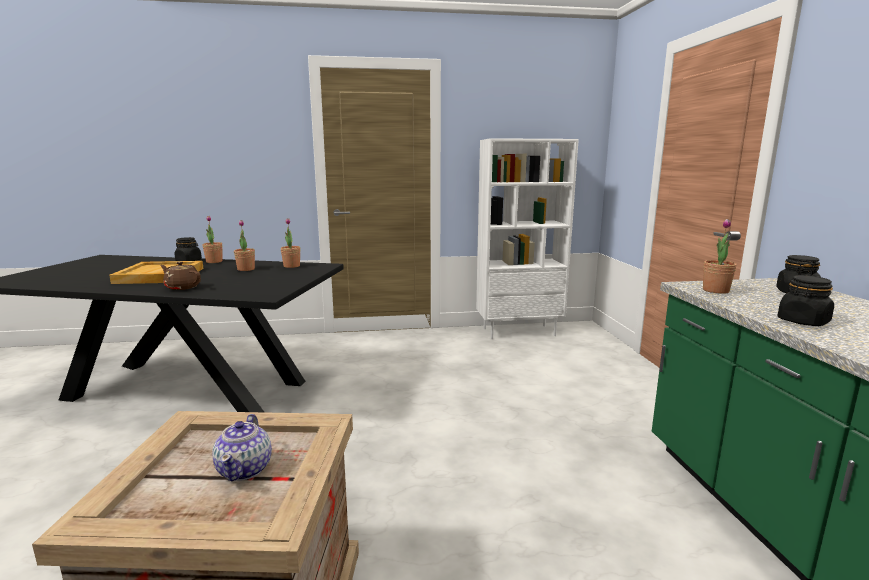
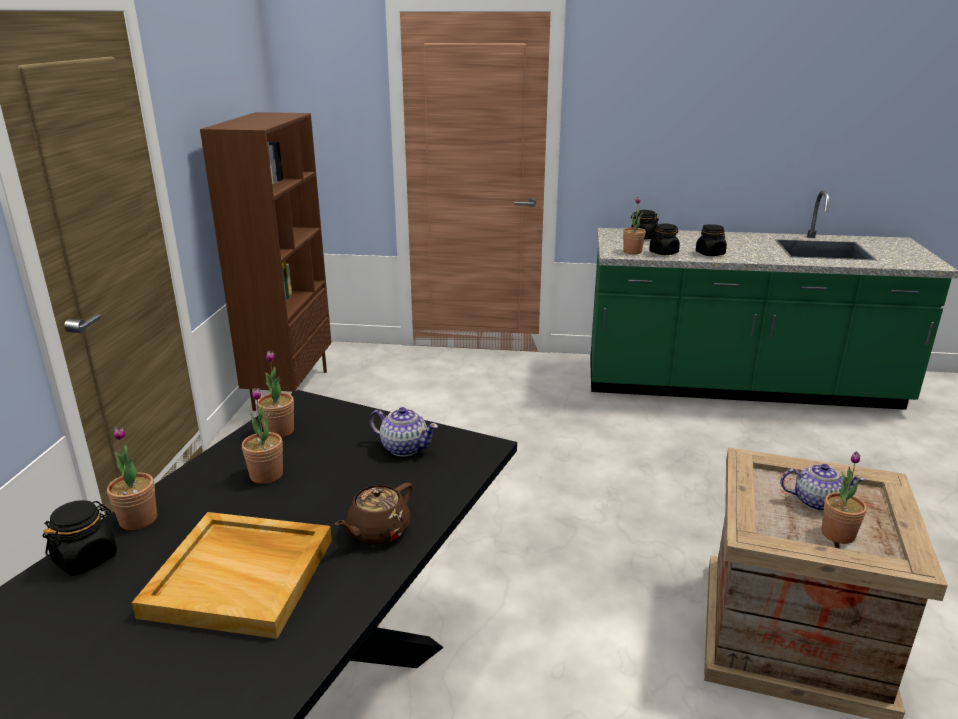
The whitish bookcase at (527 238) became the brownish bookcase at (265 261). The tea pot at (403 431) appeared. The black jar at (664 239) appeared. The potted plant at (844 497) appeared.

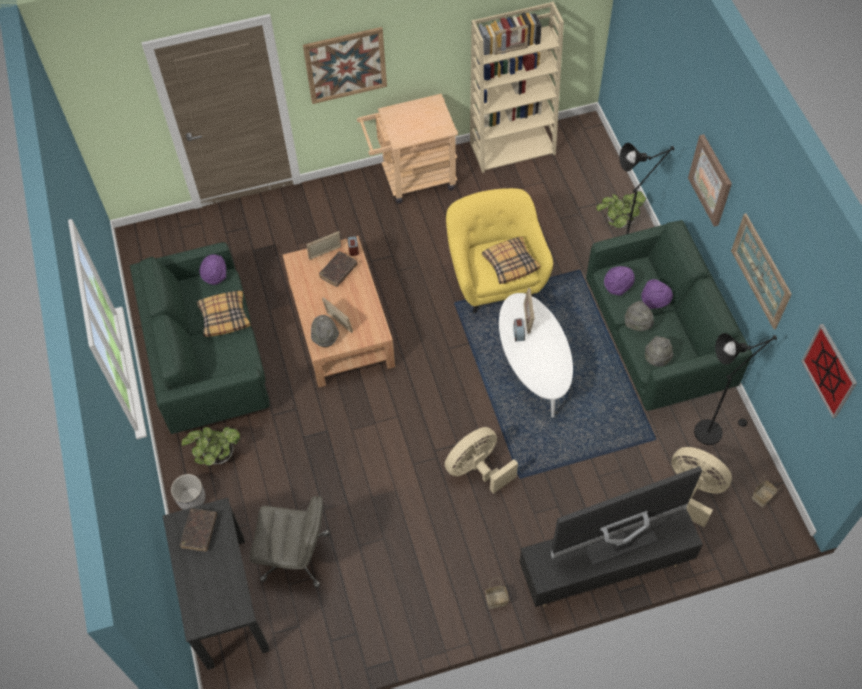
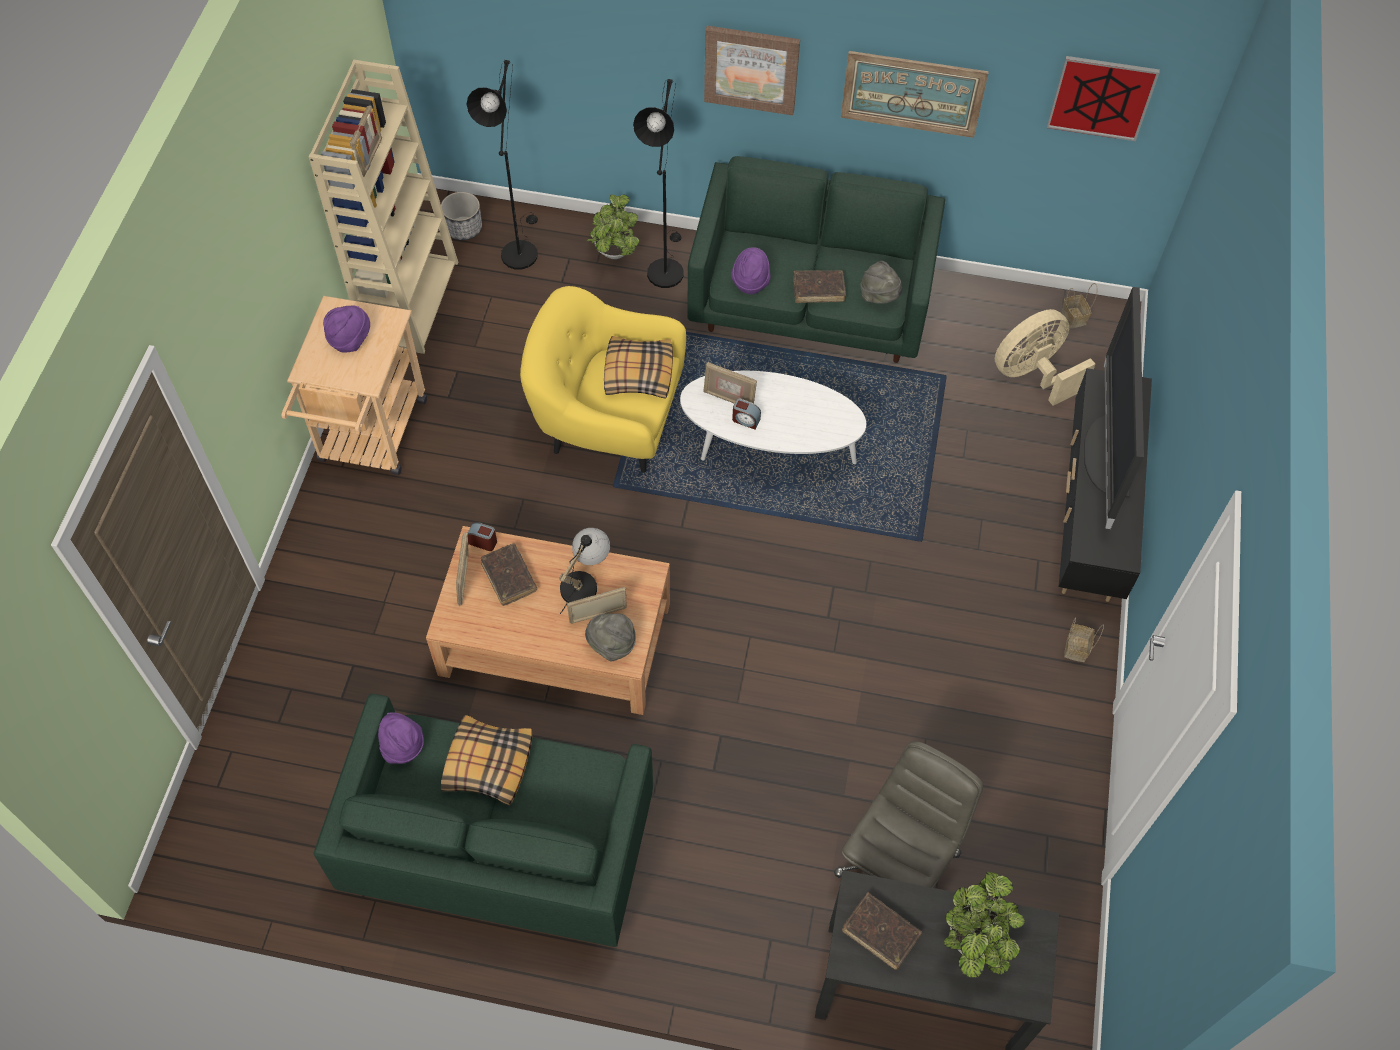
The plant pot moved from (188 492) to (461 216). The potted plant moved from (211 446) to (984 925). The wall picture at (345 65) disappeared. The beige-coloured electric fan at (481 460) disappeared. The greyish wearable hat at (639 316) was replaced by the brownish bound book at (819 286). The purple-coloured wearable hat moved from (657 294) to (346 329). The black floor lamp moved from (735 389) to (502 164). The tabletop lamp at (584 571) appeared.

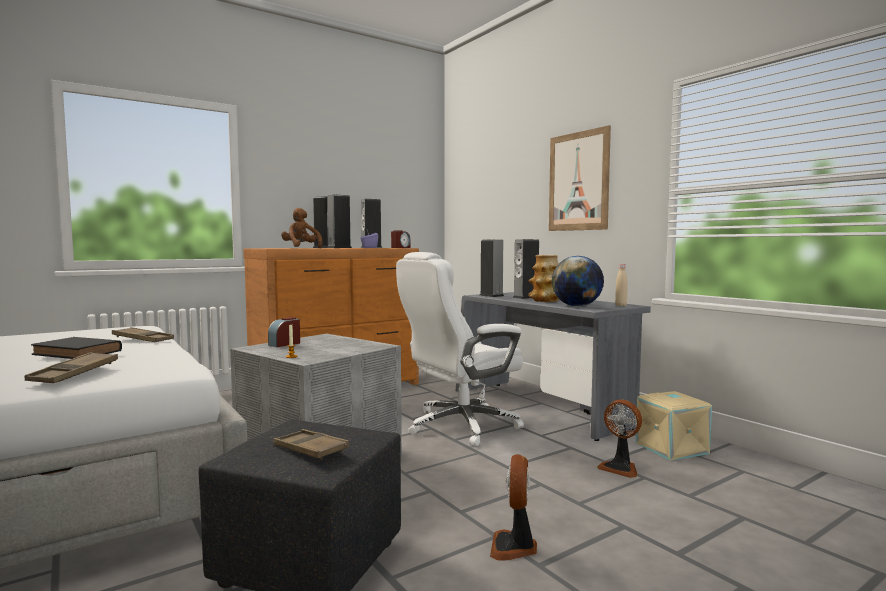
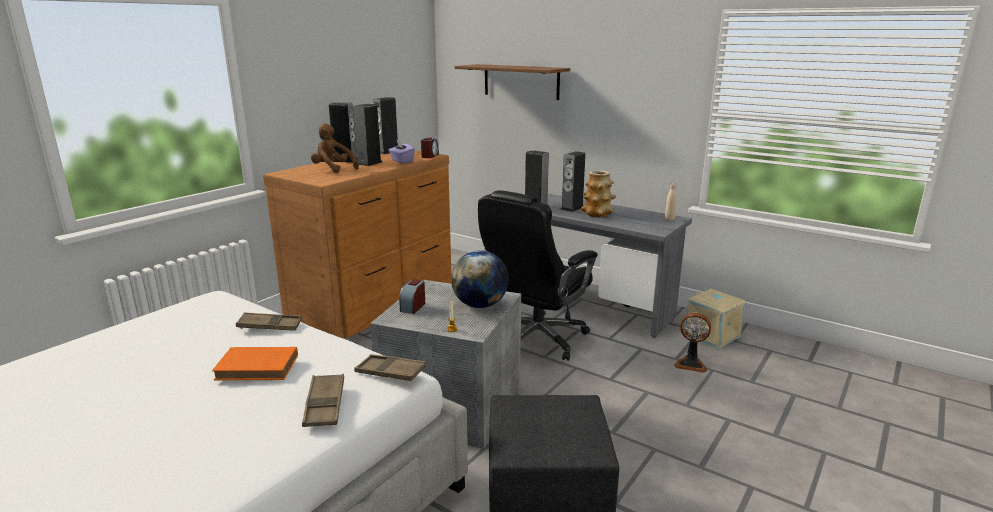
The black bound book at (76 348) became the orangey bound book at (255 363). The brownish carrying tray moved from (311 444) to (390 367). The whitish office chair at (460 349) became the black office chair at (538 275). The electric fan at (513 507) disappeared. The wall picture at (580 178) disappeared. The globe moved from (578 281) to (480 279). The brownish wall shelf at (513 82) appeared.

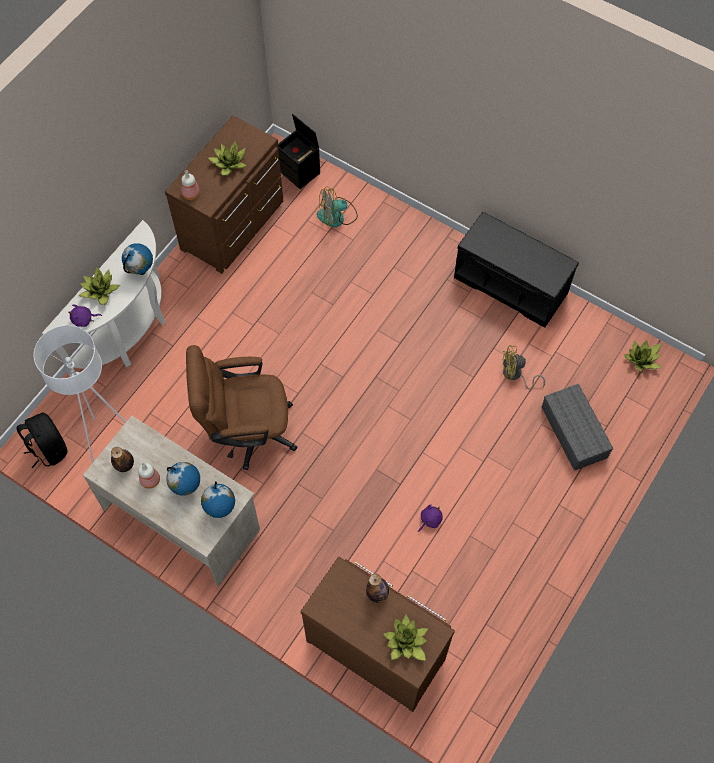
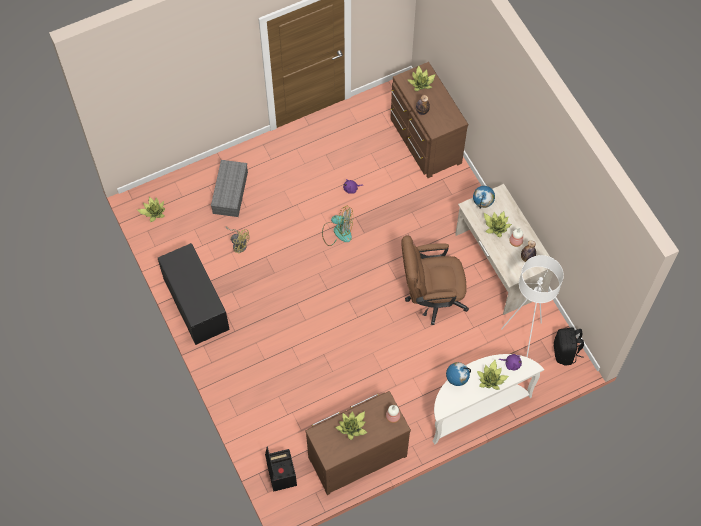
The globe at (183 479) was replaced by the potted plant at (498 224). The brownish office chair at (242 407) turned 150 degrees clockwise. The electric fan moved from (337 207) to (337 226).

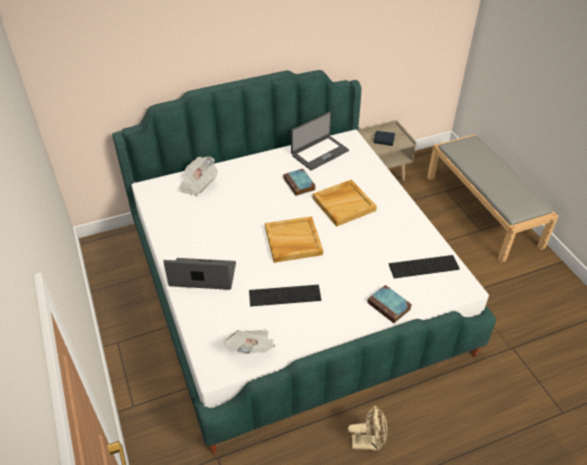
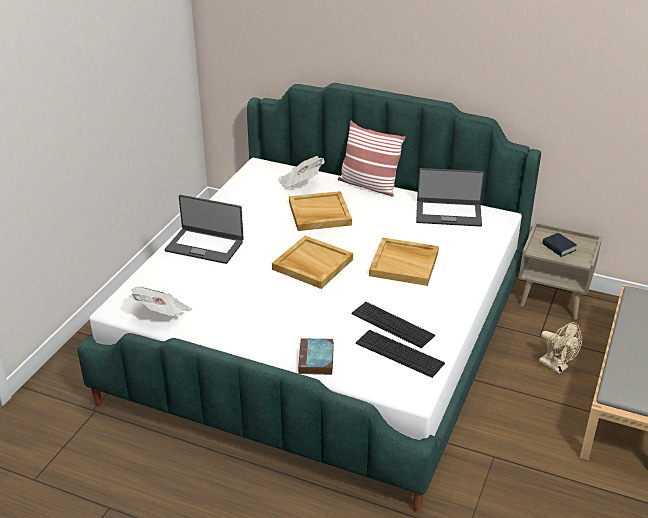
The portable computer at (199 274) turned 150 degrees clockwise. The computer keyboard moved from (285 295) to (393 325). The bound book at (299 182) disappeared. The beige-coloured electric fan moved from (367 428) to (560 348). The beige-coloured carrying tray at (320 211) appeared. The cushion at (372 159) appeared.

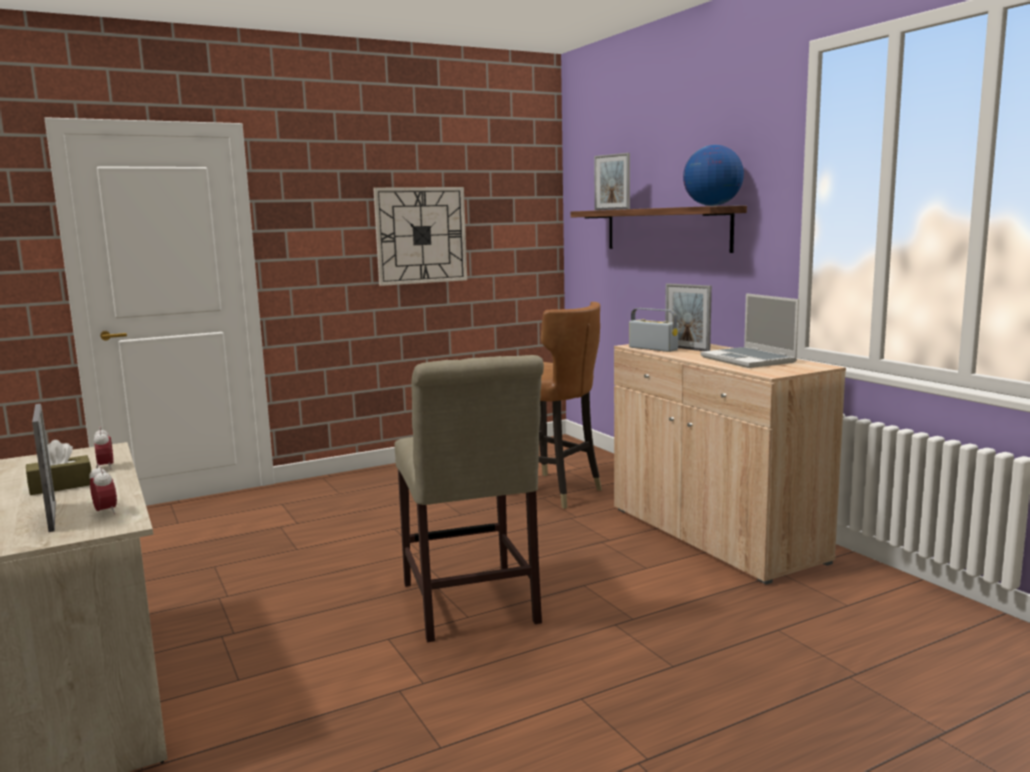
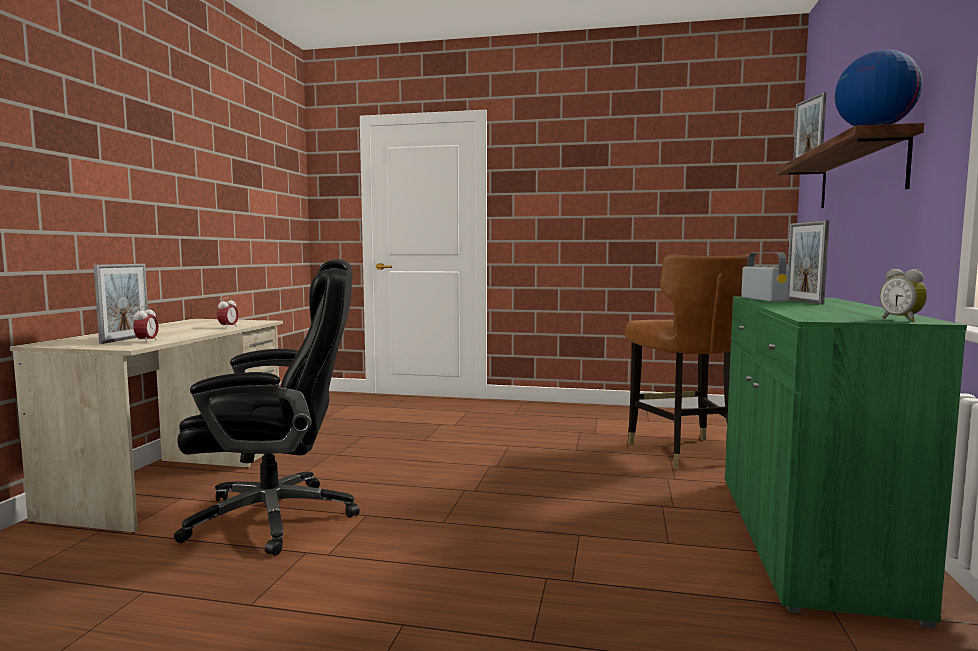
The brownish tissue holder at (59 467) disappeared. The clock on the wall at (420 236) disappeared. The beige-coloured plain chair at (469 498) disappeared. The beige-coloured storage cabinet at (730 464) became the green storage cabinet at (846 462). The portable computer at (749 330) disappeared. The black office chair at (267 407) appeared. The bedside clock at (903 295) appeared.

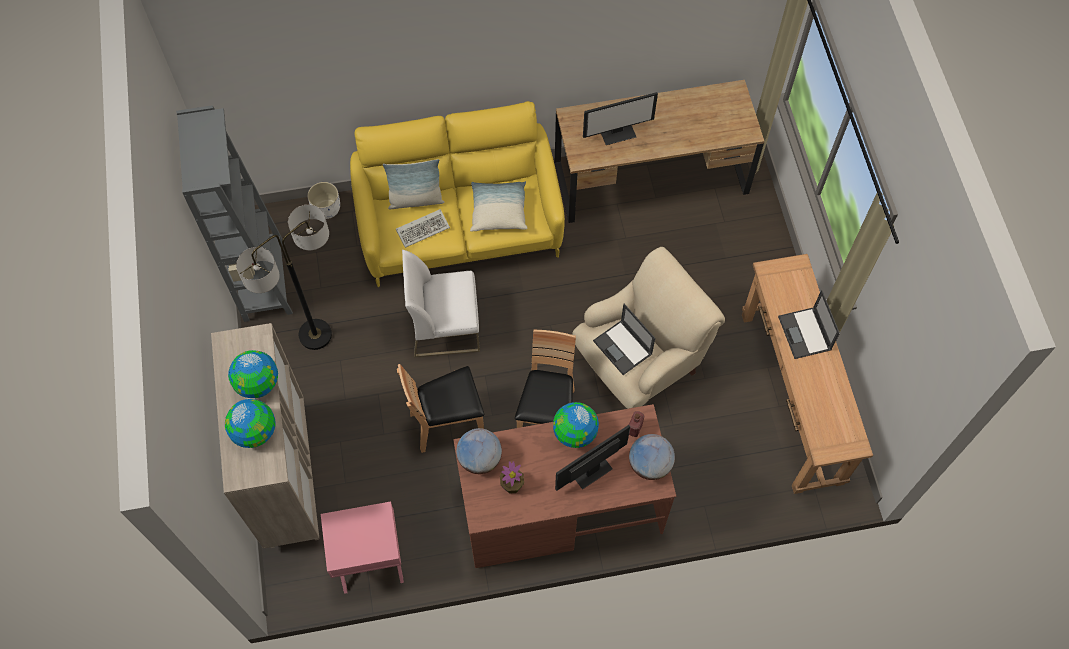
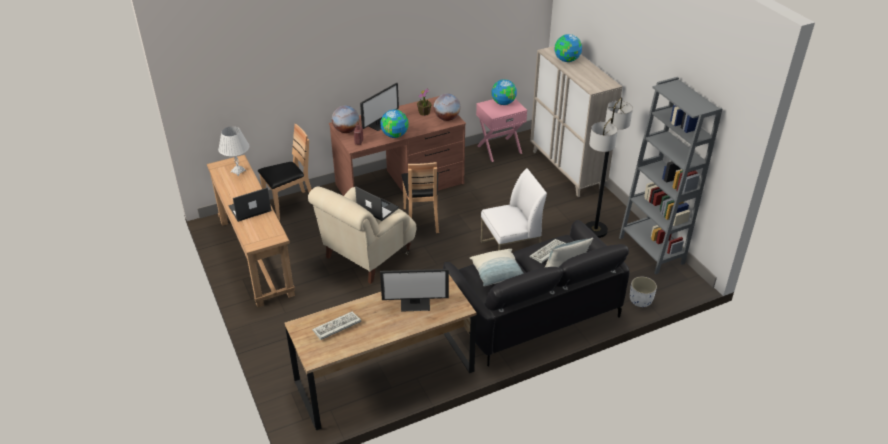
The globe moved from (253 374) to (504 92). The yellow couch at (457 194) became the black couch at (536 293). The brownish plain chair moved from (440 408) to (285 172). The computer screen at (620 118) turned 150 degrees counterclockwise. The portable computer at (809 324) turned 90 degrees counterclockwise. The whitish tabletop lamp at (233 151) appeared. The computer keyboard at (336 326) appeared.

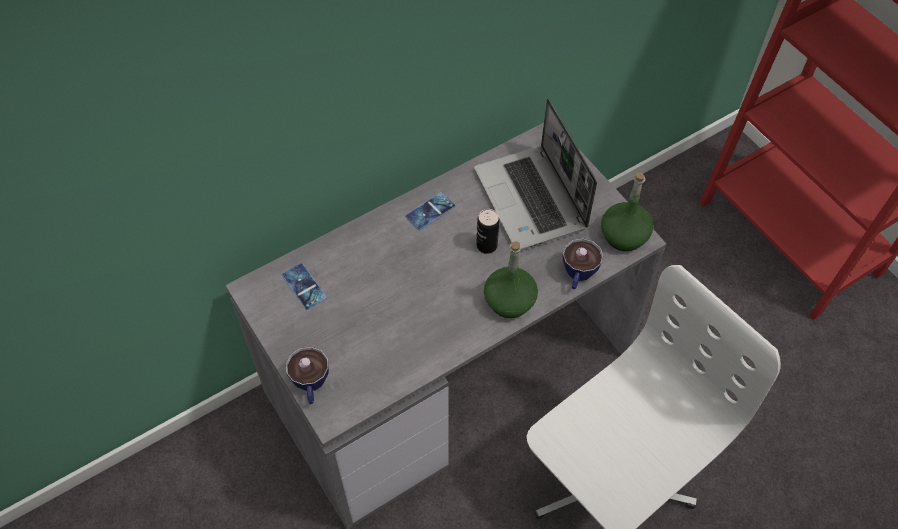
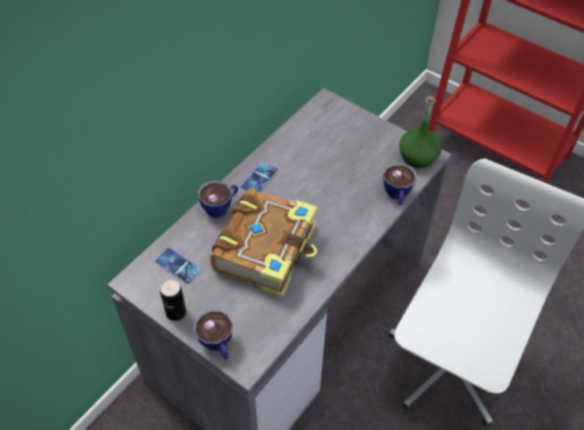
The portable computer at (535 174) disappeared. The metal can moved from (487 231) to (173 300). The green drink bottle at (511 279) disappeared. The cup at (218 199) appeared. The bound book at (263 243) appeared.

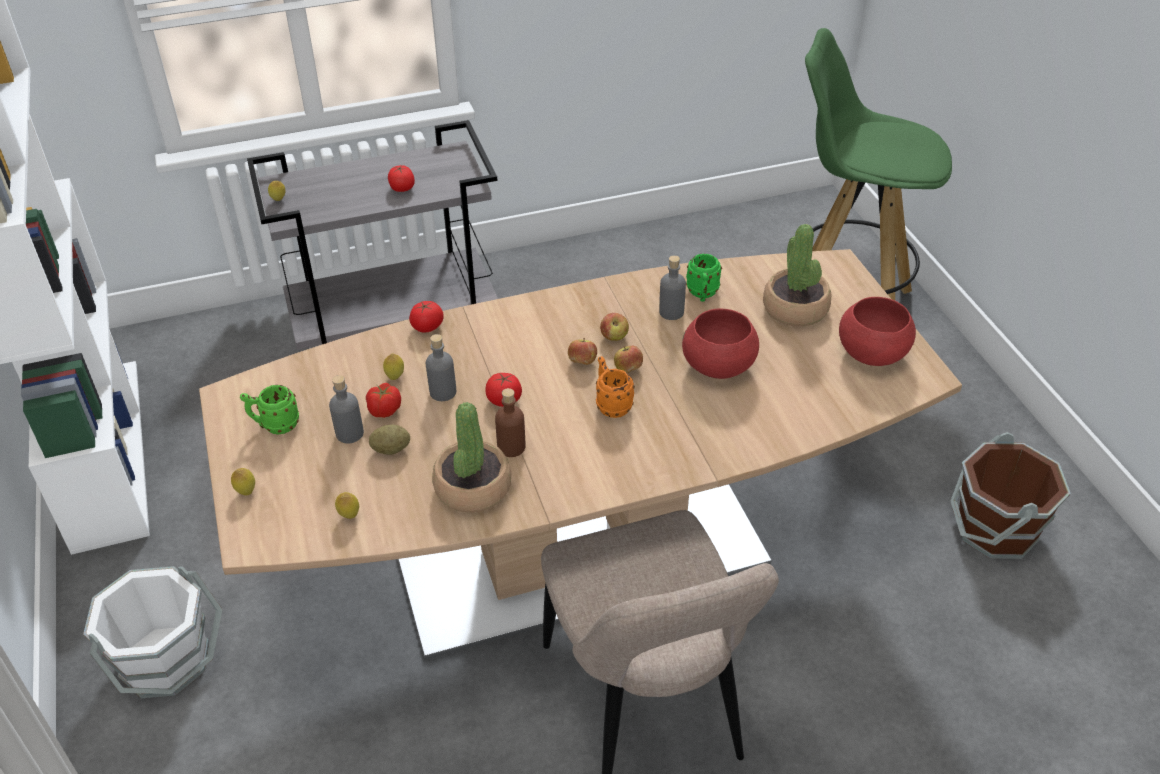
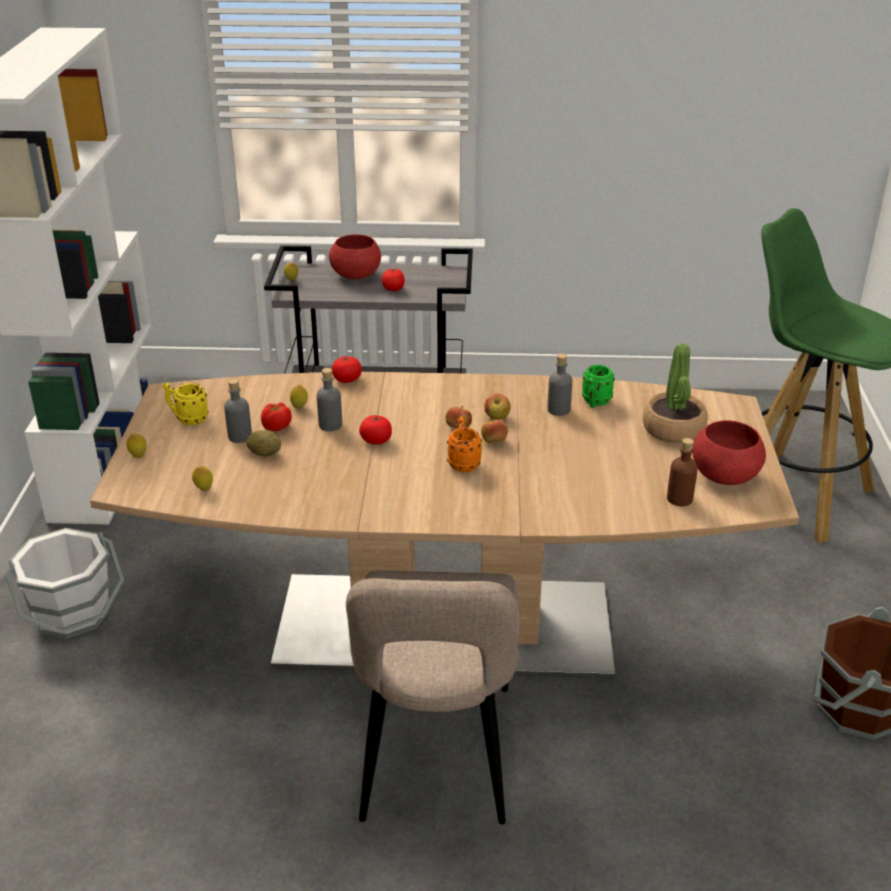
The green mug at (269 409) became the yellow mug at (185 404). The potted plant at (471 457) disappeared. The brownish drink bottle moved from (510 422) to (682 472). The reddish bowl moved from (720 343) to (355 256).

